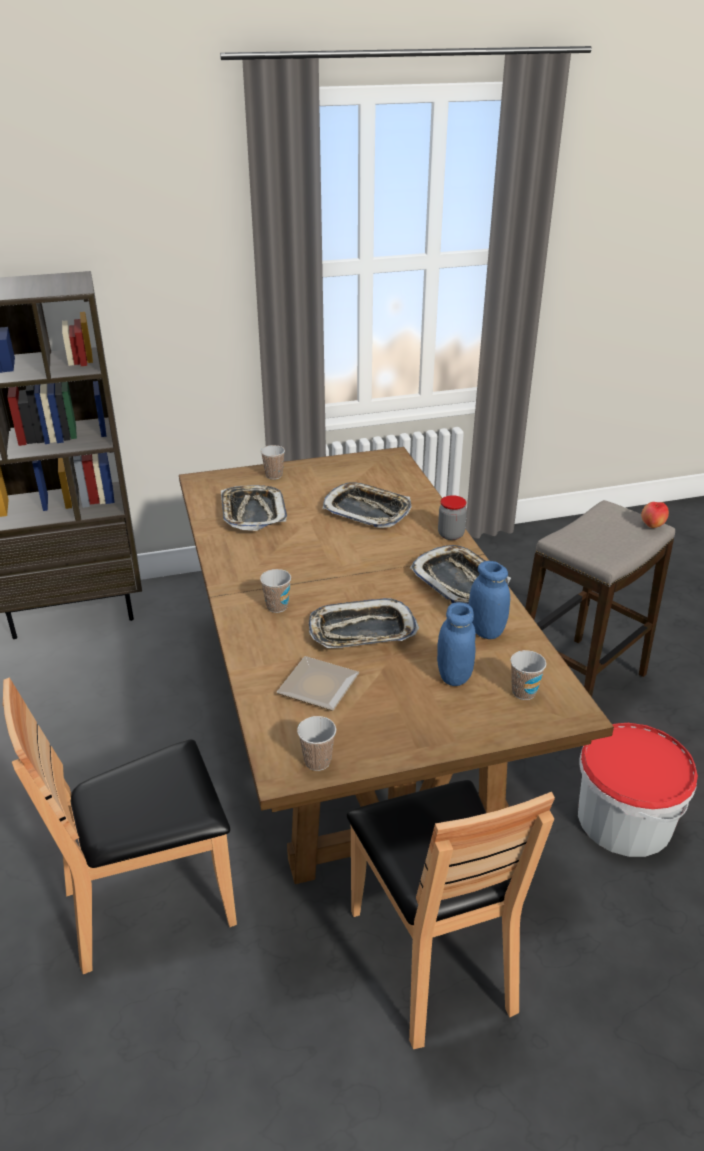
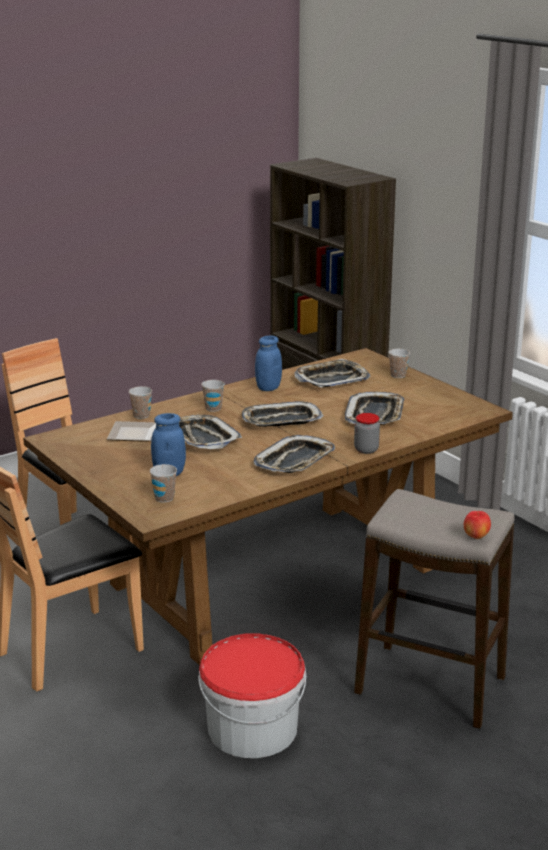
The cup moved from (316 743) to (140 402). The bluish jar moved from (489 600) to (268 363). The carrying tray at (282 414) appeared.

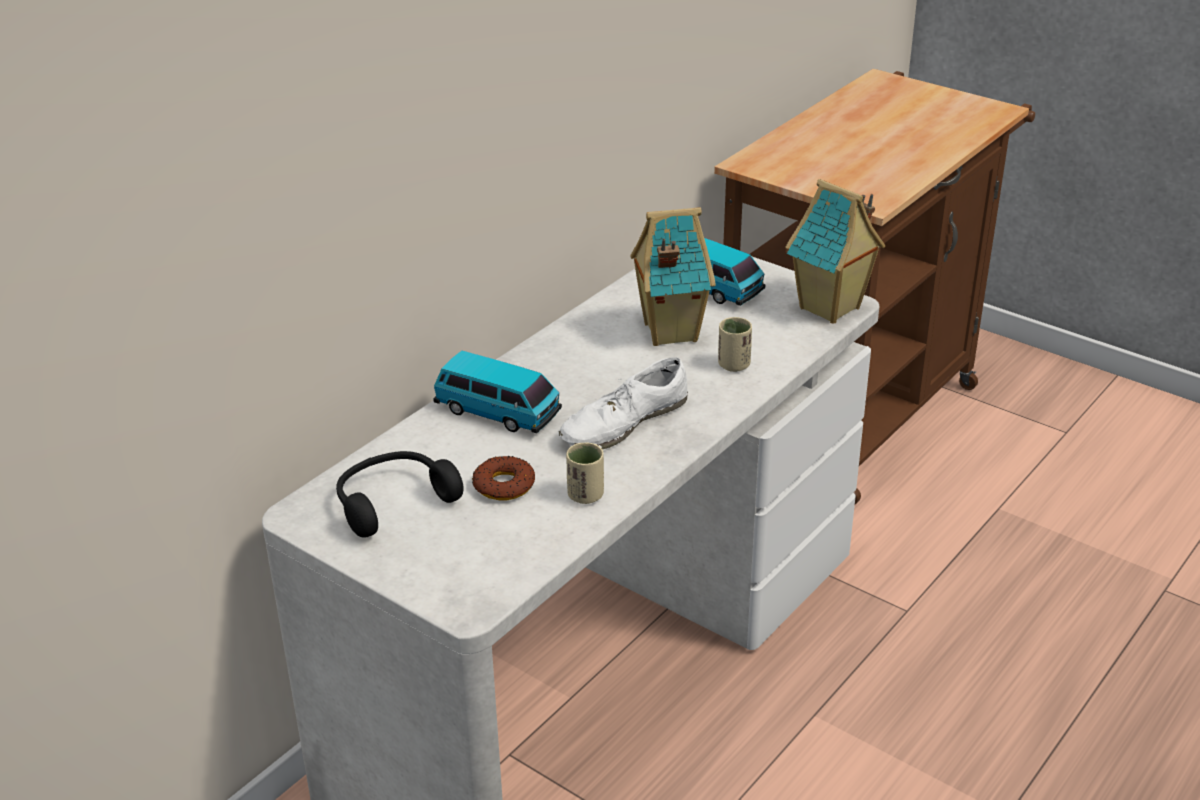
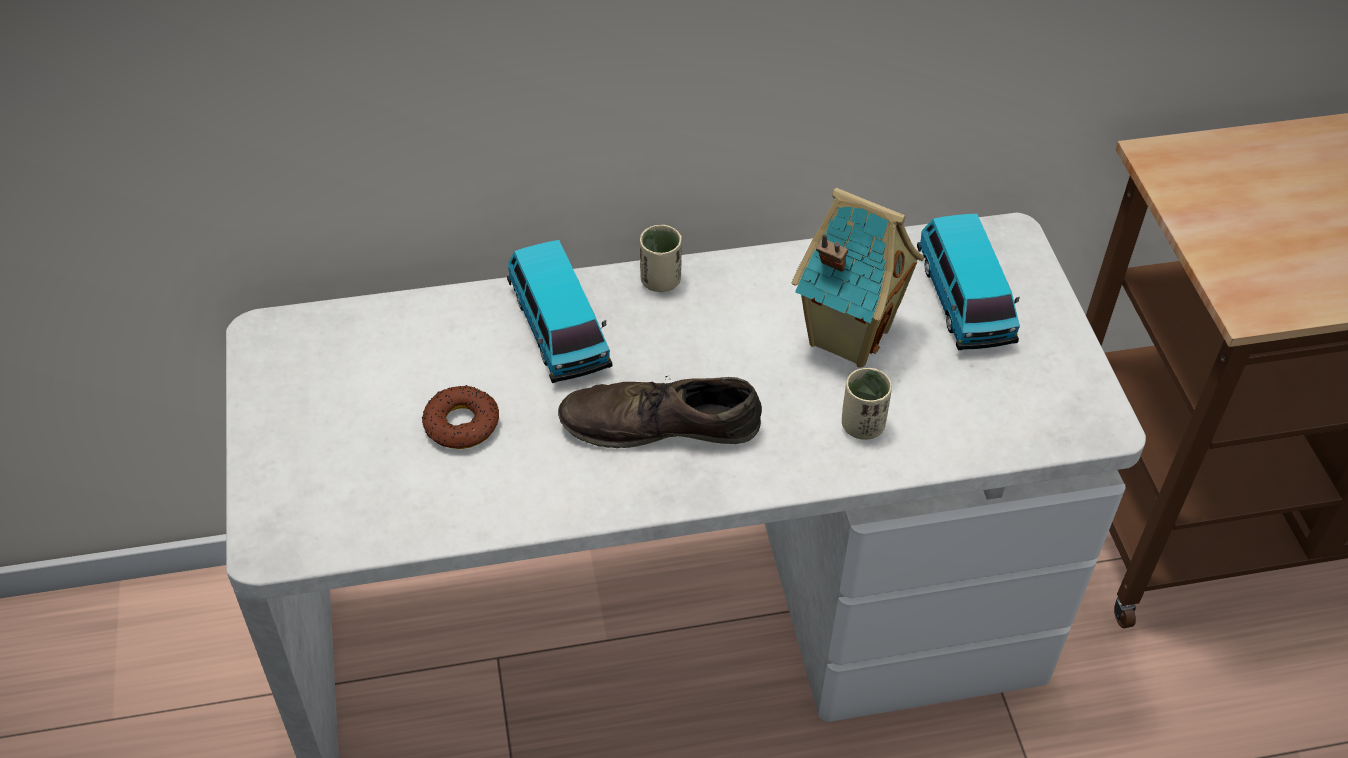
The black headphones at (400 494) disappeared. The whitish item of footwear at (623 403) became the brownish item of footwear at (660 412). The beige-coloured cup moved from (585 473) to (661 258). The miniature house at (835 251) disappeared.

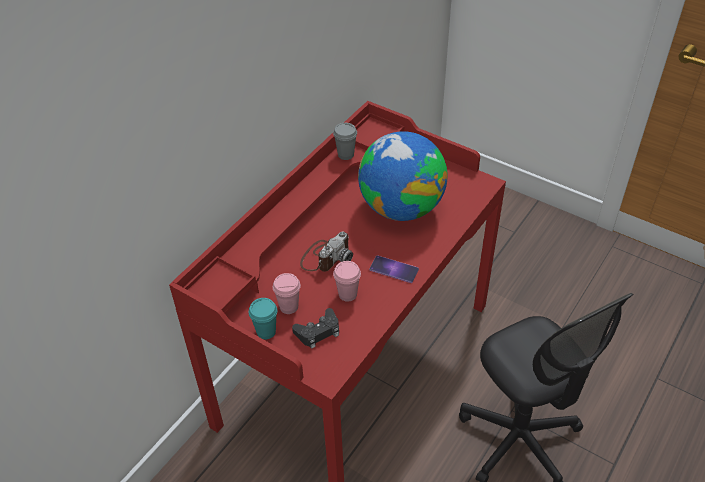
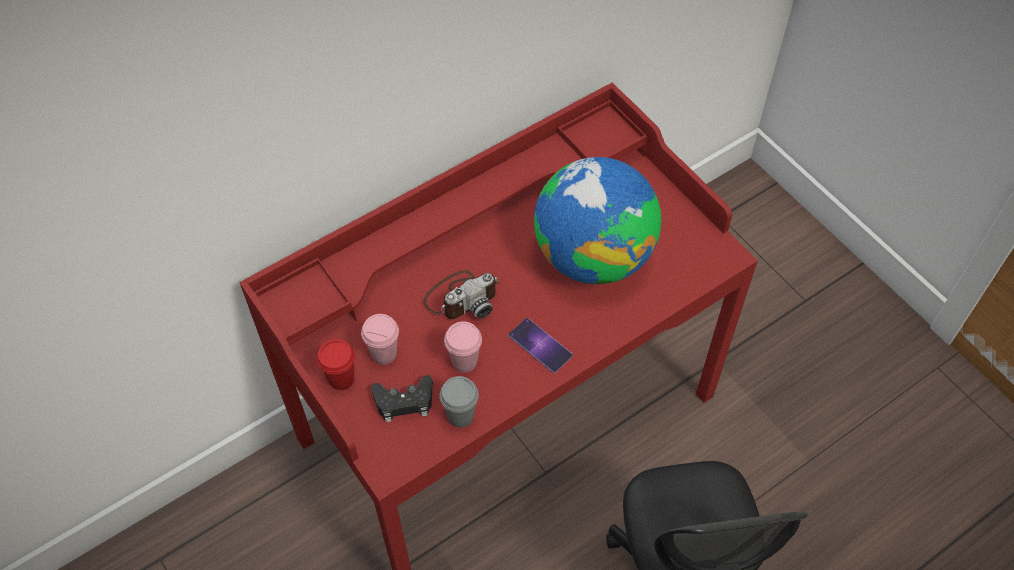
The turquoise cup at (263 318) became the reddish cup at (336 364). The greyish cup moved from (345 141) to (459 402).

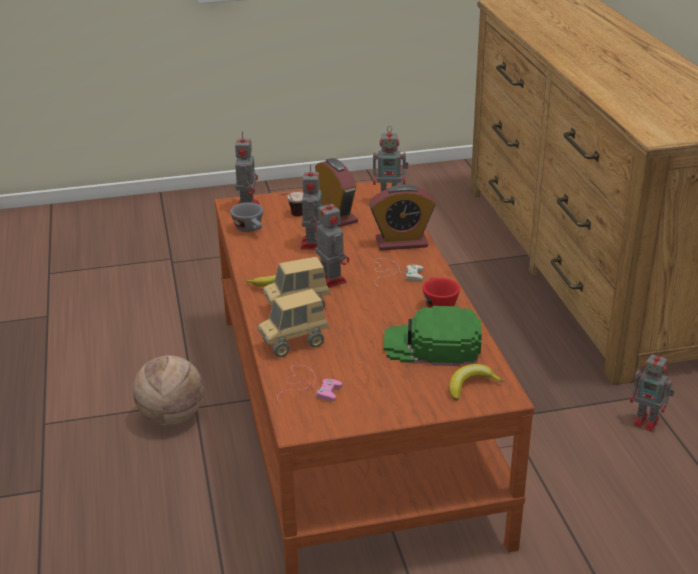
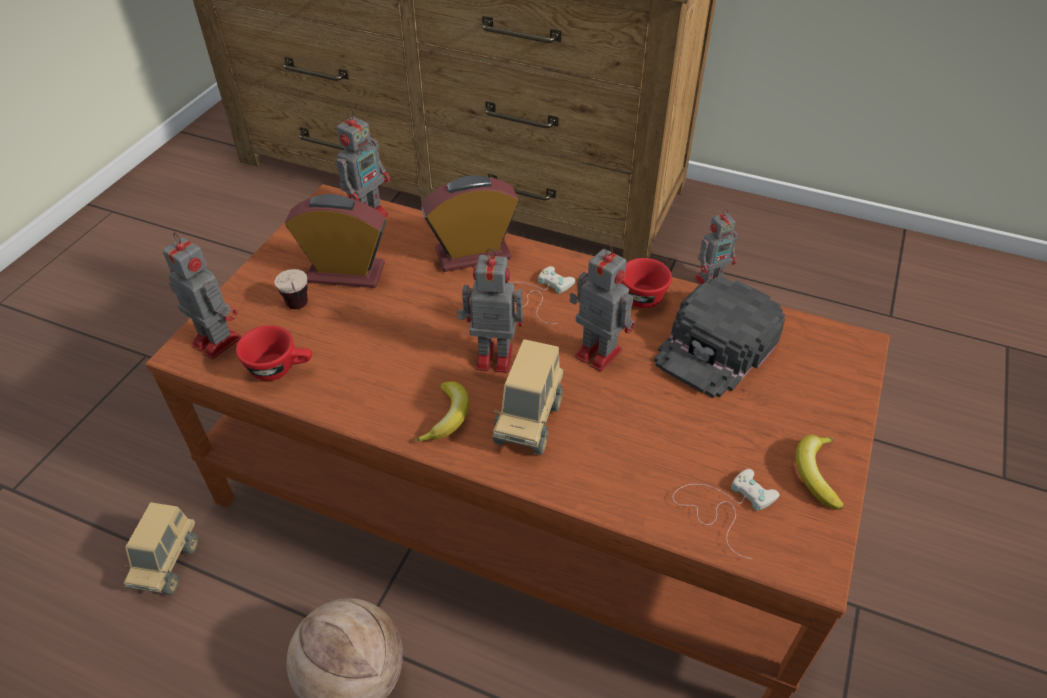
The greyish cup at (246 217) became the reddish cup at (274 353). The toy truck moved from (293 323) to (161 548). The pinkish joypad at (309 384) became the whitish joypad at (726 514). The robot figure moved from (311 207) to (602 308). The bedside clock at (402 217) turned 135 degrees counterclockwise. The green baseball cap at (432 336) became the black baseball cap at (719 337). The banana moved from (476 382) to (819 472).

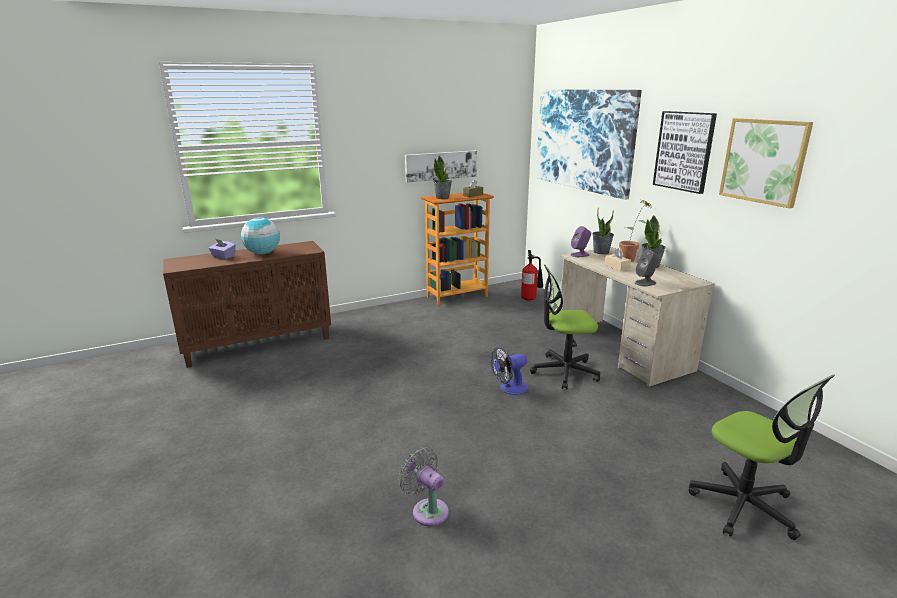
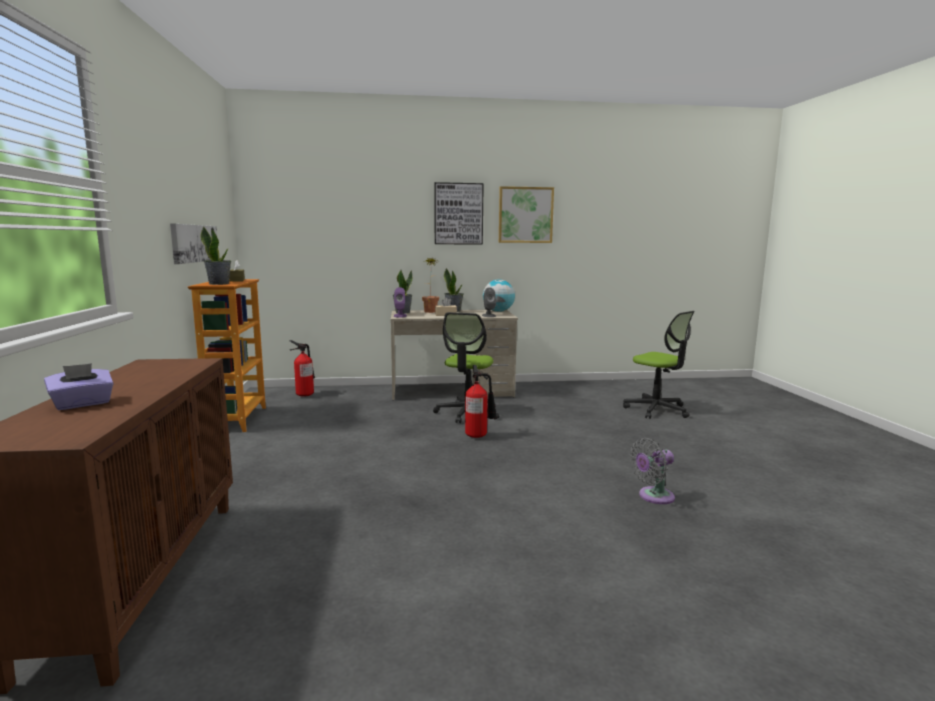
The globe moved from (260 236) to (499 295). The electric fan at (509 371) was replaced by the fire-fighting cylinder at (481 401). The wall picture at (589 145) disappeared. The office chair at (762 457) turned 60 degrees clockwise.

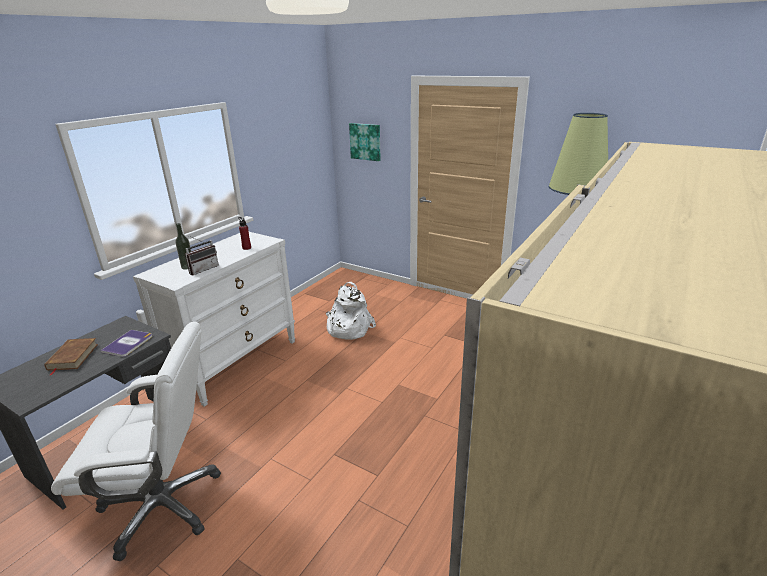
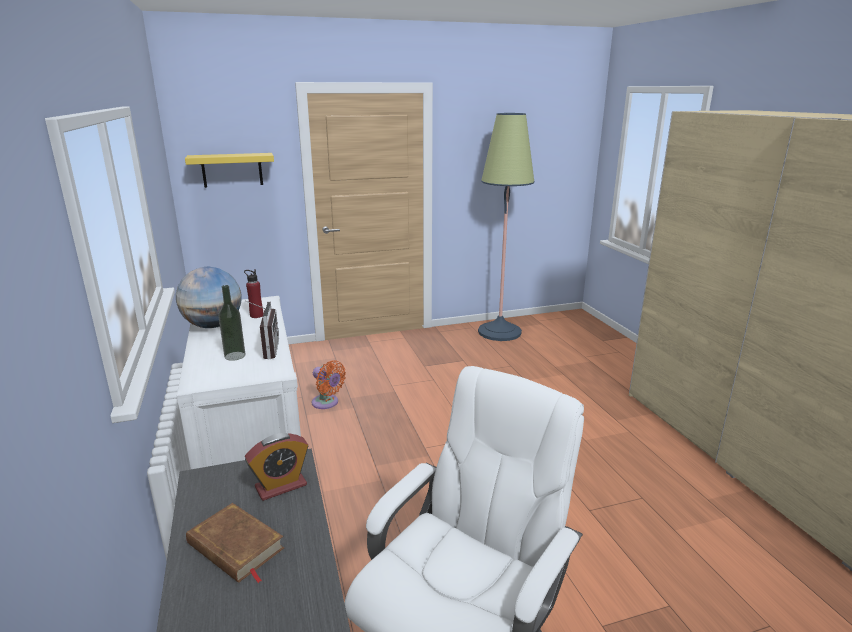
The bound book at (126 343) was replaced by the bedside clock at (276 467). The whitish rucksack at (351 311) was replaced by the orangey electric fan at (329 384). The wall picture at (365 142) was replaced by the yellow wall shelf at (229 170). The globe at (208 297) appeared.

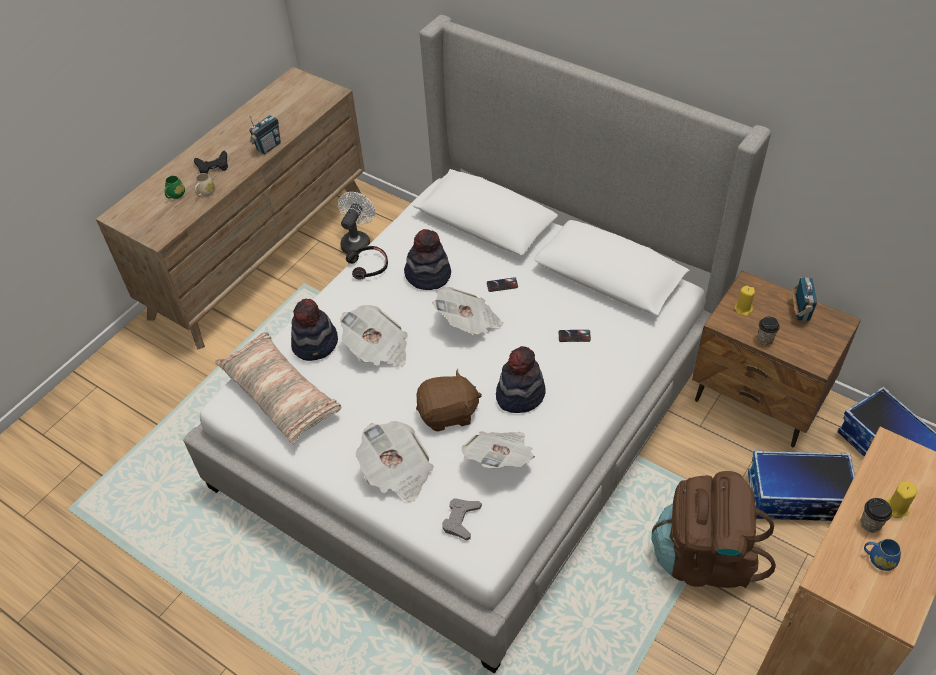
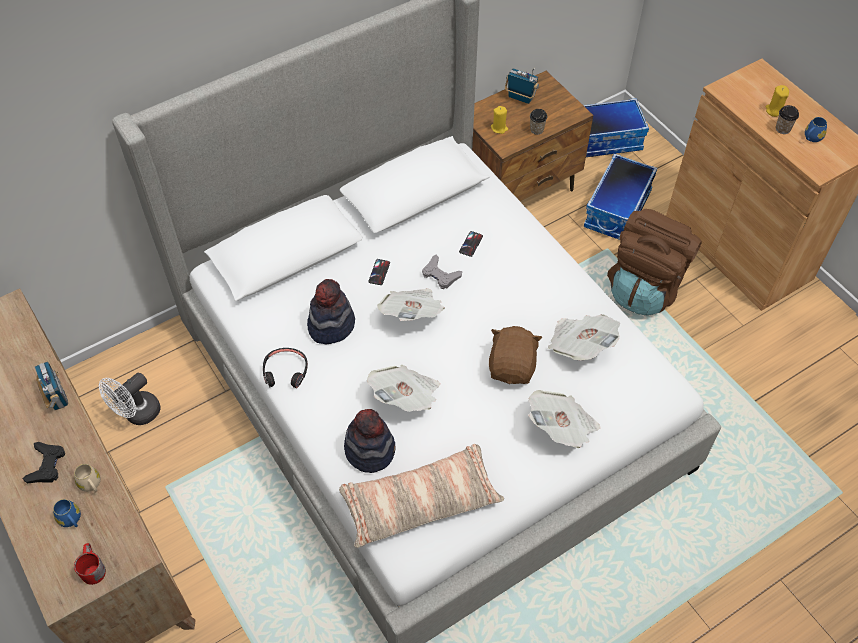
The green mug at (174 187) became the bluish mug at (67 513). The whitish electric fan at (356 223) turned 90 degrees counterclockwise. The greyish joypad moved from (462 519) to (442 271). The wearable hat at (521 379) disappeared. The reddish mug at (90 564) appeared.

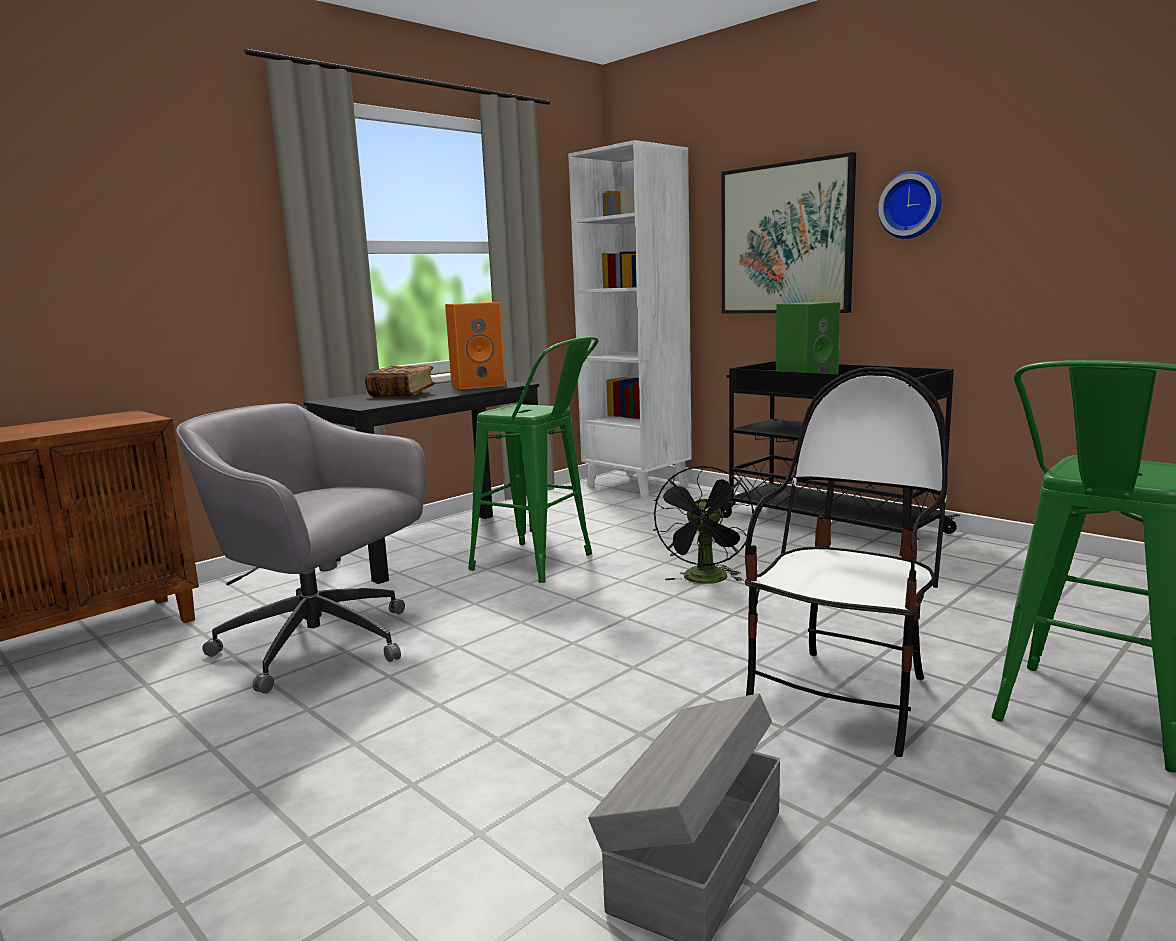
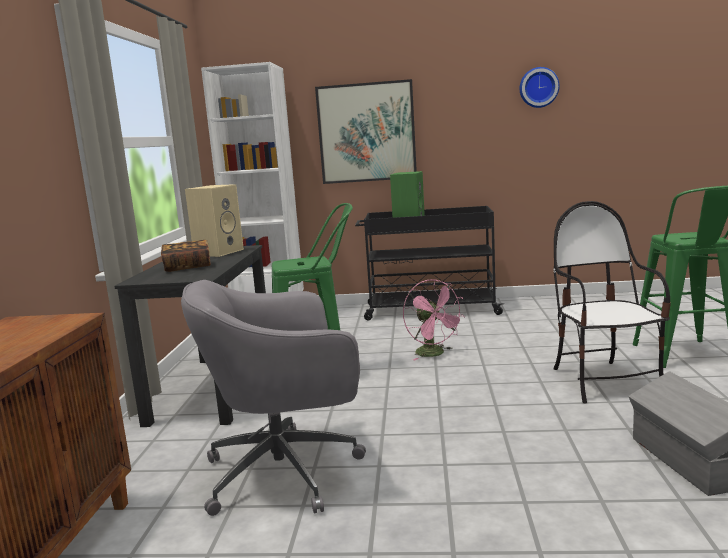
The orangey speaker at (475 346) became the beige-coloured speaker at (214 220). The black electric fan at (703 524) became the pinkish electric fan at (434 319). The clock on the wall moved from (910 205) to (540 87).

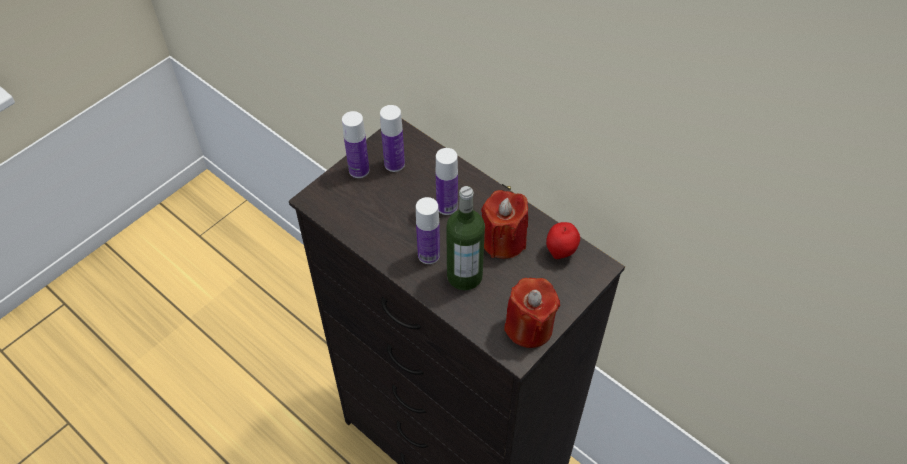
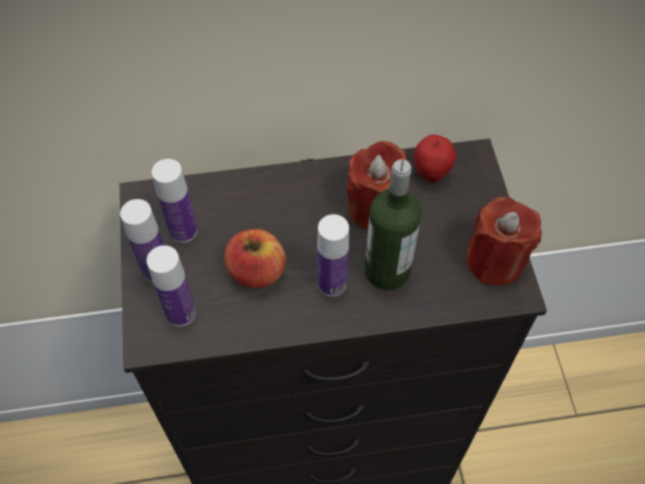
The drink bottle moved from (447 181) to (171 286). The apple at (255 258) appeared.

